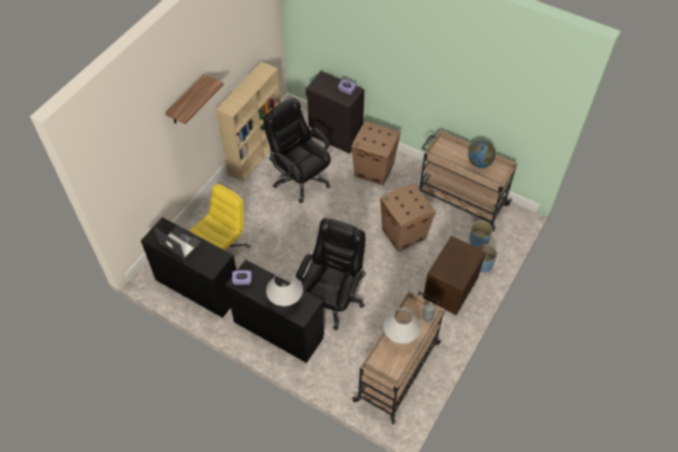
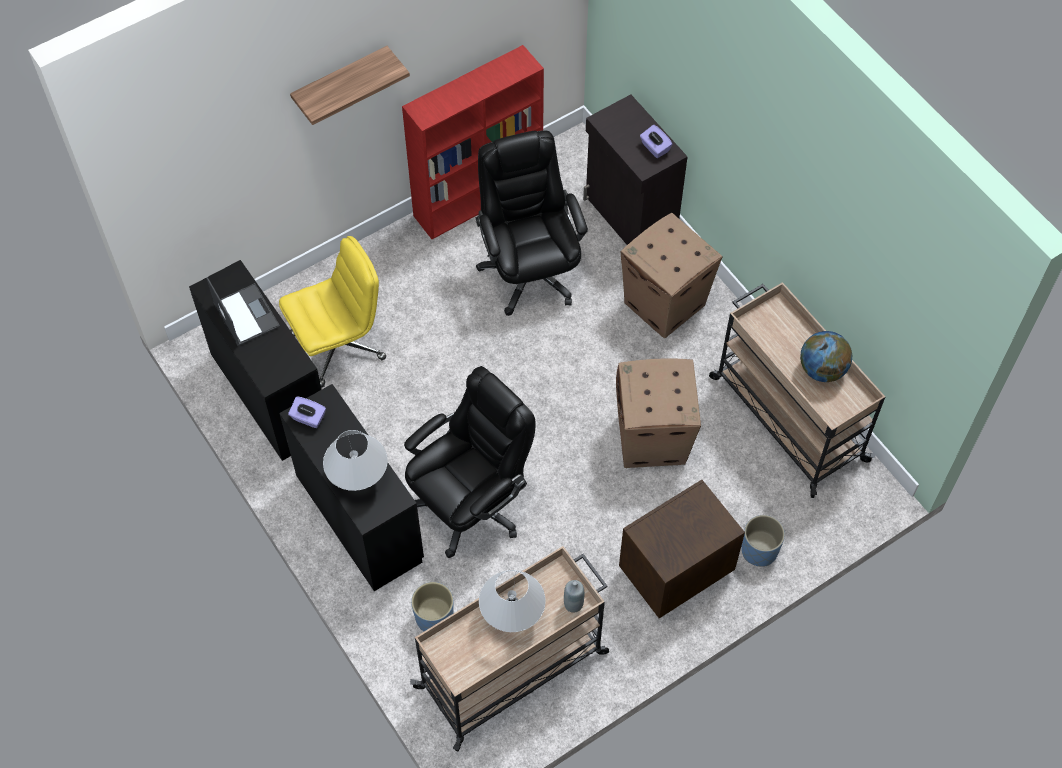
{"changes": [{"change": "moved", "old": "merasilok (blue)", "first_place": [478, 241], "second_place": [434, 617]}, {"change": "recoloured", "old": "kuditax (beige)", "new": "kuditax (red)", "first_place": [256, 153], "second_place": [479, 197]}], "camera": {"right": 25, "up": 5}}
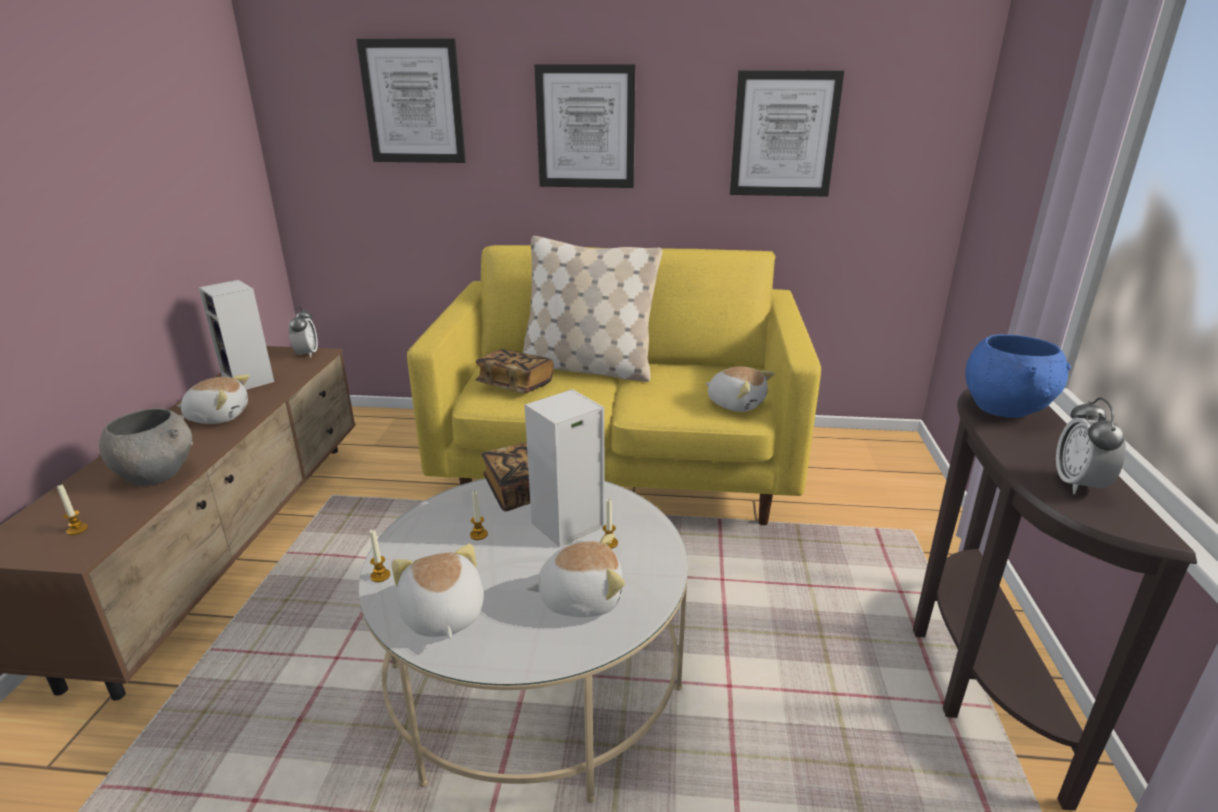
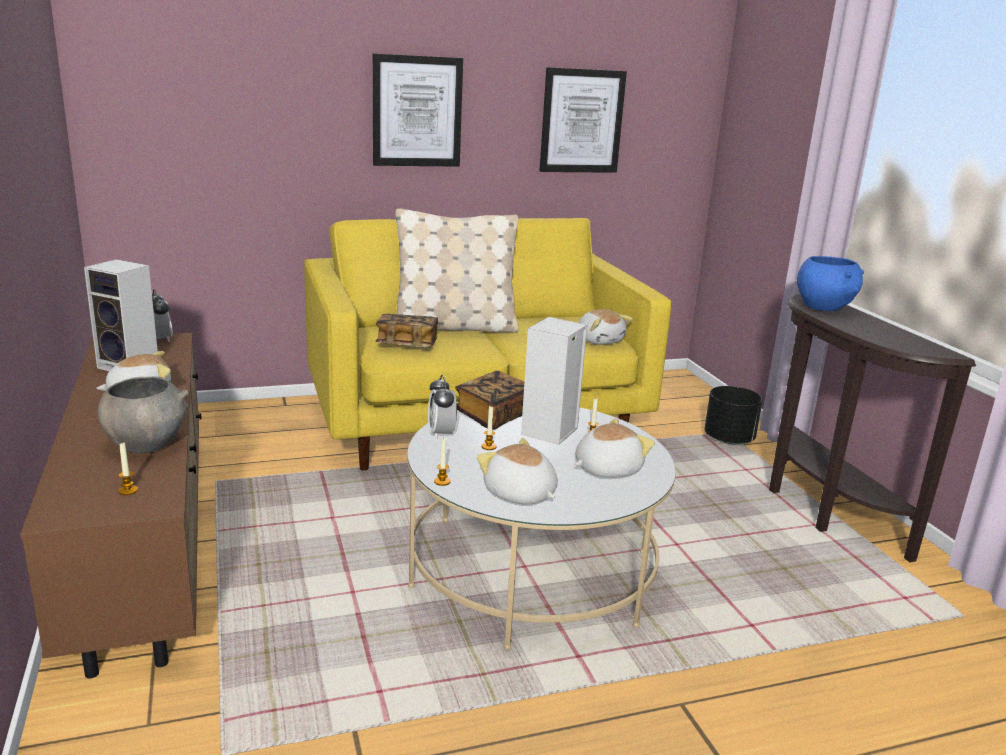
{"changes": [{"change": "removed", "old": "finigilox", "first_place": [413, 102]}, {"change": "added", "new": "merasilok (black)", "second_place": [729, 439]}, {"change": "moved", "old": "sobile", "first_place": [1078, 484], "second_place": [441, 434]}, {"change": "turned", "old": "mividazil", "first_place": [736, 403], "second_place": [599, 340], "degrees": 45}], "camera": {"right": -25, "up": -5}}
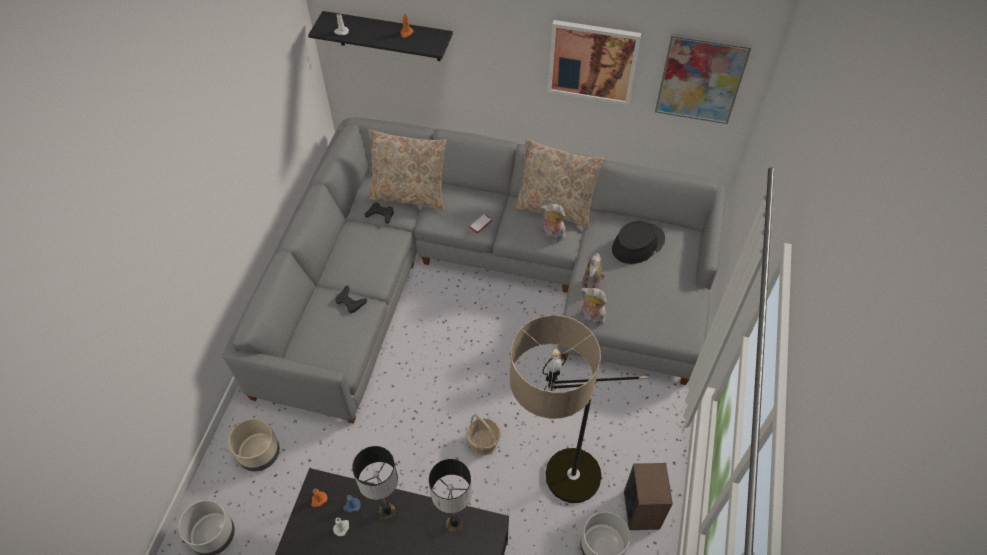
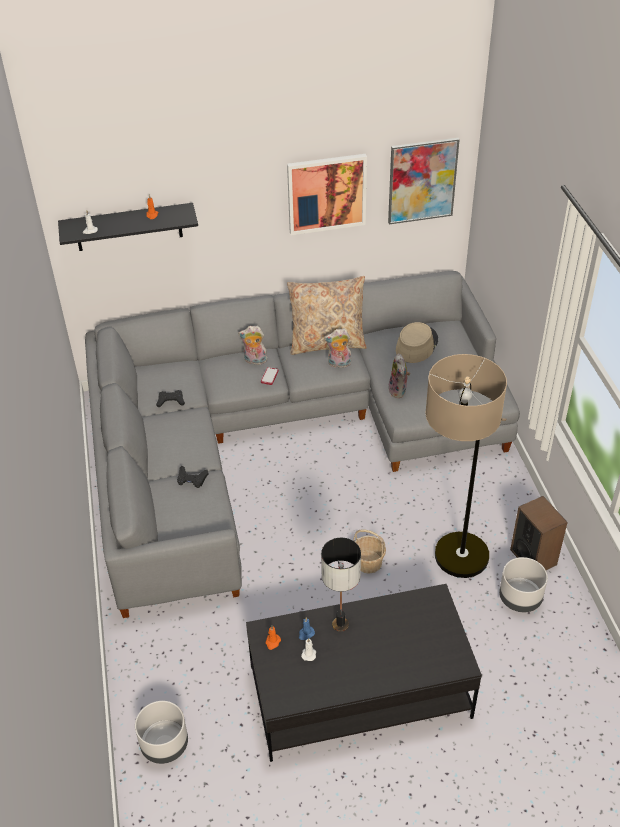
{"changes": [{"change": "removed", "old": "merasilok (beige)", "first_place": [259, 453]}, {"change": "removed", "old": "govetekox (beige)", "first_place": [409, 195]}, {"change": "removed", "old": "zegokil", "first_place": [455, 524]}, {"change": "moved", "old": "mividazil", "first_place": [591, 318], "second_place": [254, 361]}, {"change": "recoloured", "old": "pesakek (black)", "new": "pesakek (beige)", "first_place": [638, 244], "second_place": [416, 345]}], "camera": {"right": -25, "up": -10}}
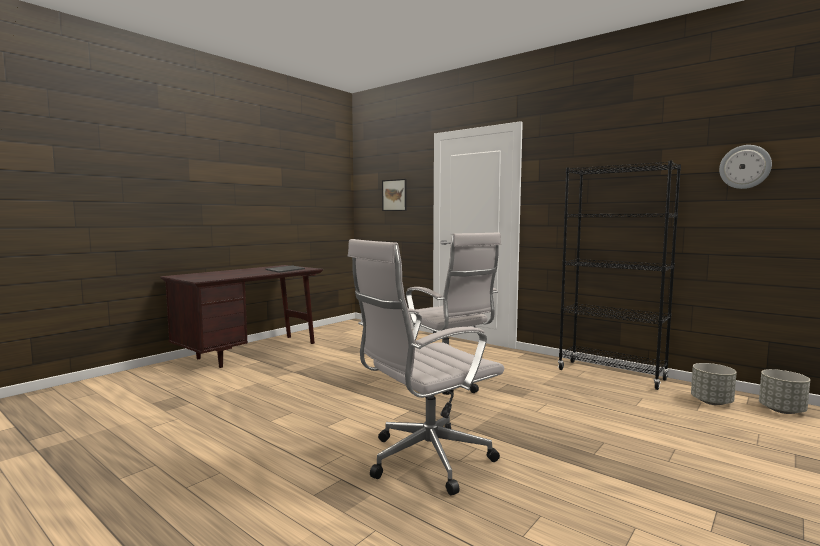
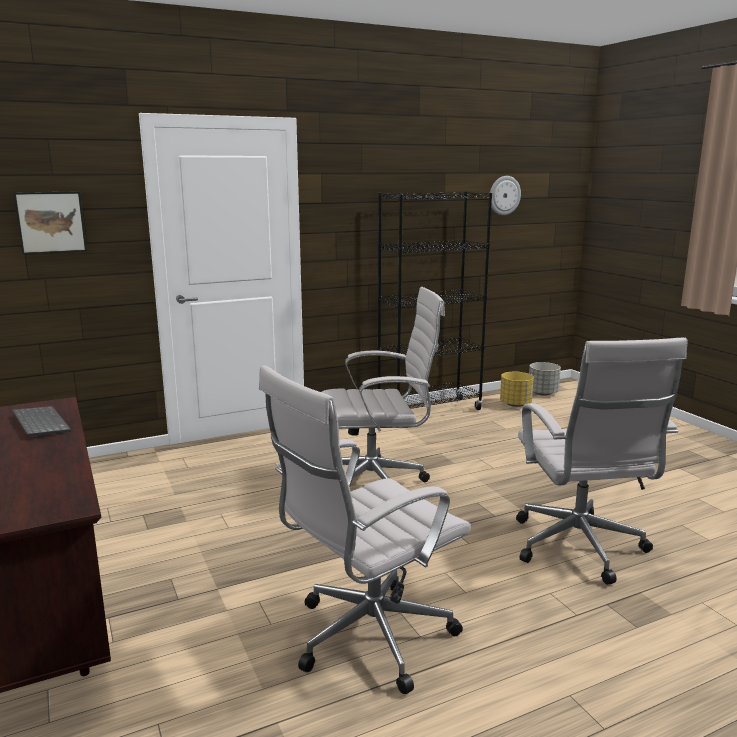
{"changes": [{"change": "added", "new": "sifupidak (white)", "second_place": [366, 638]}, {"change": "recoloured", "old": "merasilok (grey)", "new": "merasilok (yellow)", "first_place": [712, 402], "second_place": [515, 404]}], "camera": {"right": -65, "up": 10}}
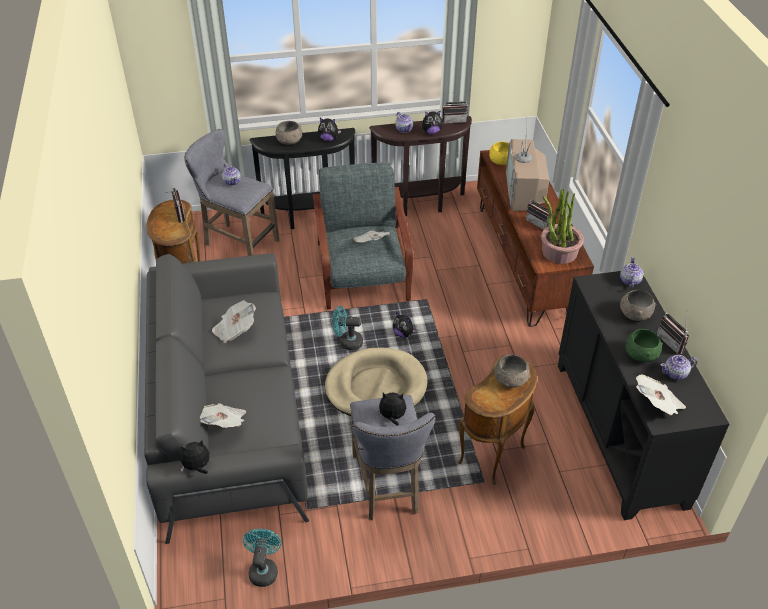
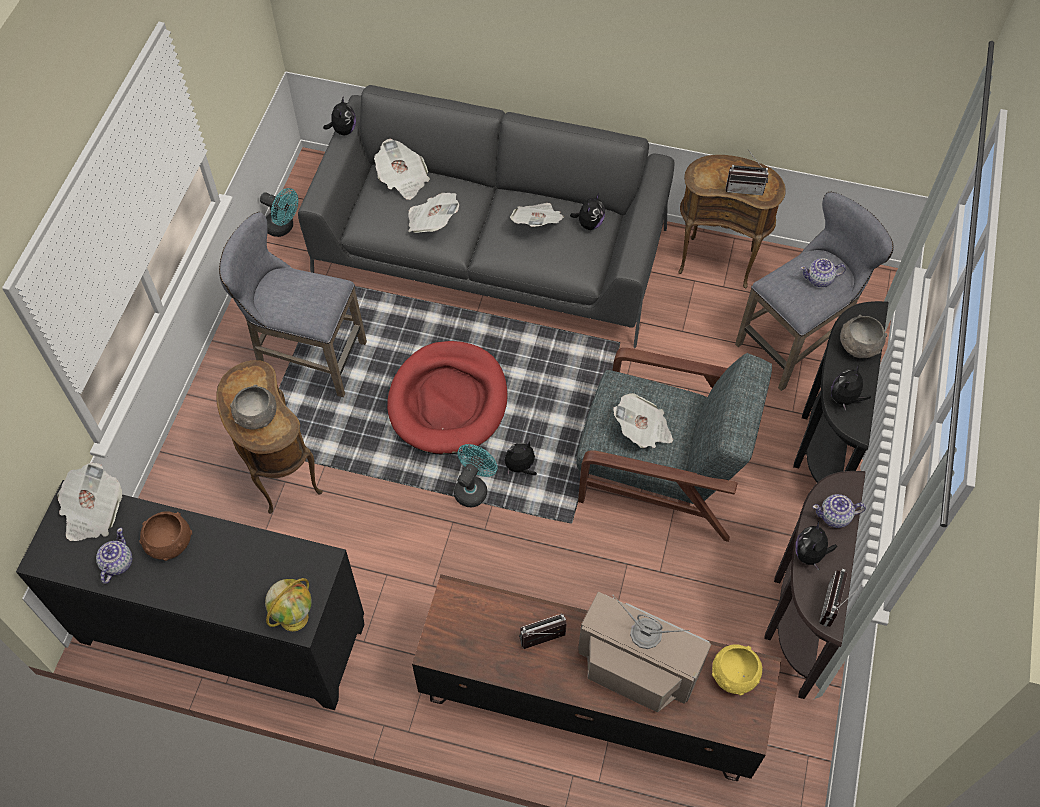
{"changes": [{"change": "removed", "old": "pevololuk", "first_place": [559, 252]}, {"change": "removed", "old": "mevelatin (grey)", "first_place": [634, 314]}, {"change": "removed", "old": "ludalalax", "first_place": [673, 342]}, {"change": "added", "new": "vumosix", "second_place": [432, 222]}, {"change": "moved", "old": "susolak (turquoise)", "first_place": [347, 342], "second_place": [473, 488]}, {"change": "moved", "old": "mividazil", "first_place": [392, 417], "second_place": [589, 224]}, {"change": "replaced", "old": "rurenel", "new": "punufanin", "first_place": [629, 281], "second_place": [294, 616]}, {"change": "recoloured", "old": "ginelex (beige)", "new": "ginelex (red)", "first_place": [376, 387], "second_place": [448, 401]}, {"change": "recoloured", "old": "mevelatin (green)", "new": "mevelatin (brown)", "first_place": [641, 355], "second_place": [169, 543]}], "camera": {"right": 115, "up": 15}}
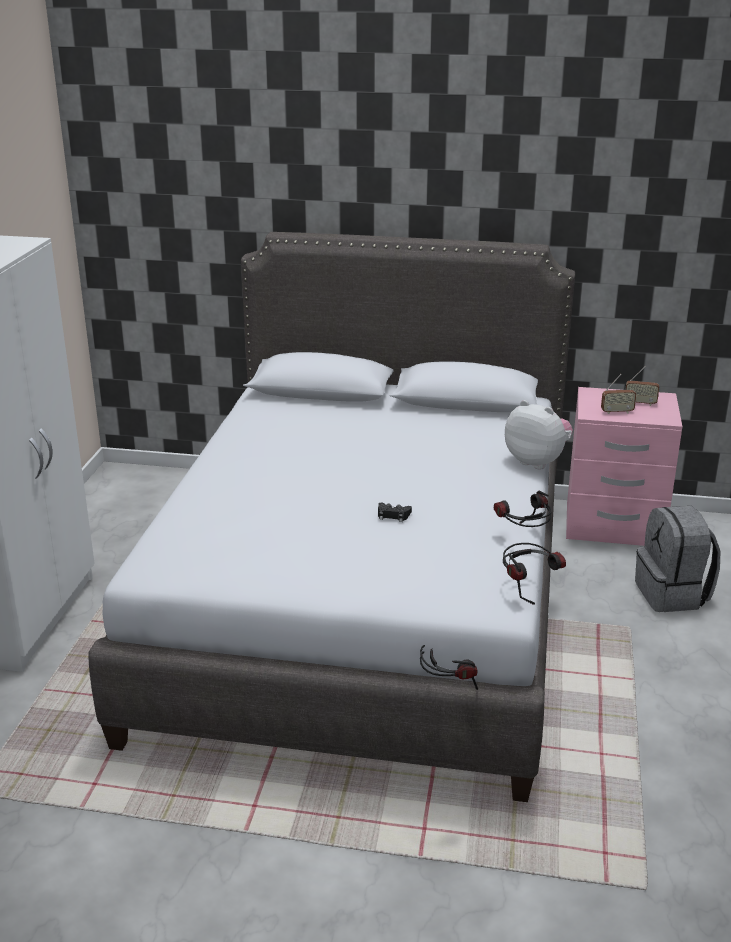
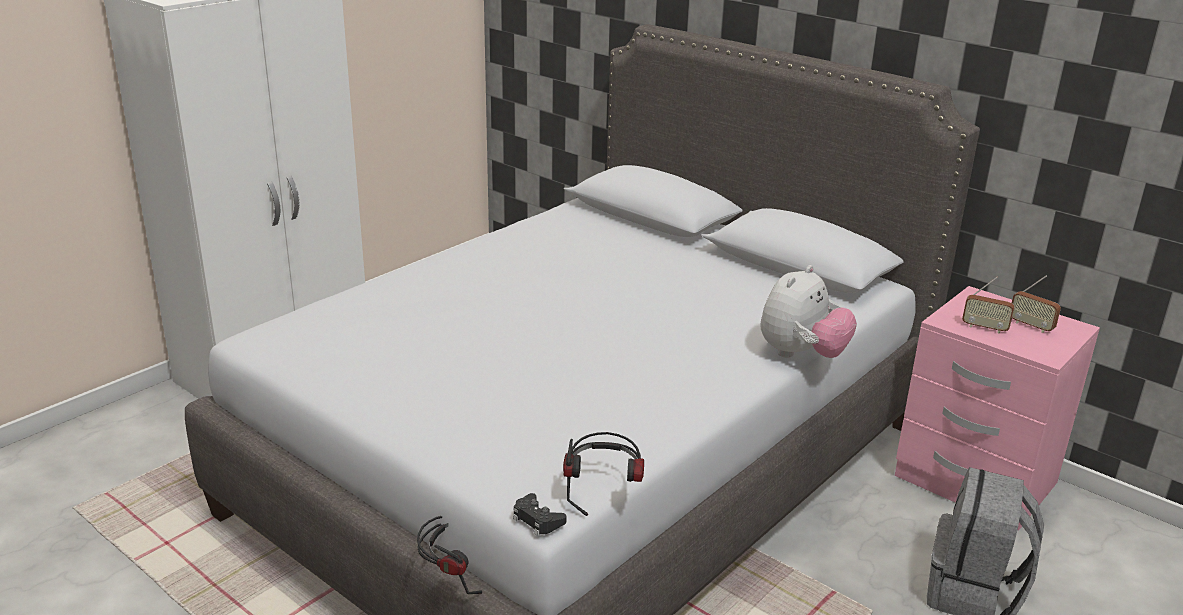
{"changes": [{"change": "removed", "old": "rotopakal", "first_place": [524, 536]}, {"change": "moved", "old": "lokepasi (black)", "first_place": [393, 515], "second_place": [537, 520]}, {"change": "turned", "old": "mividazil", "first_place": [537, 461], "second_place": [801, 354], "degrees": 60}], "camera": {"right": 30, "up": 0}}
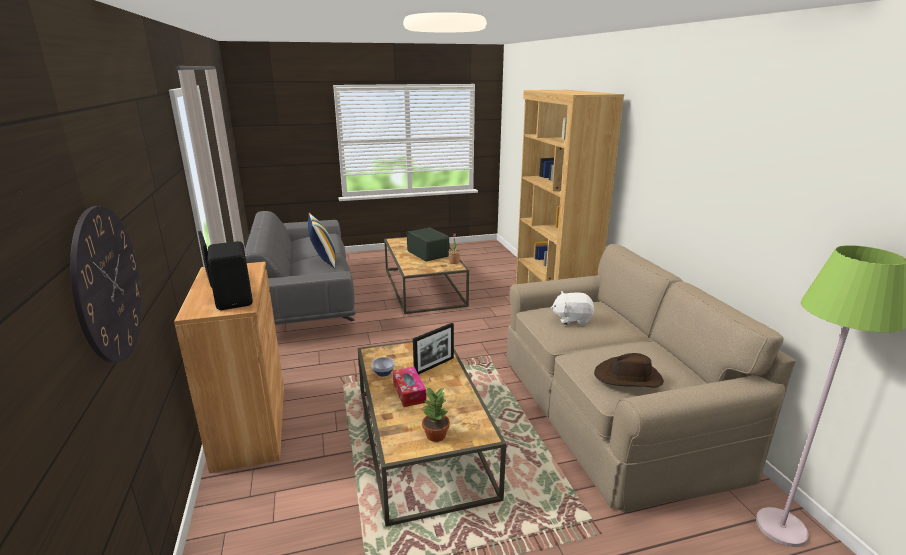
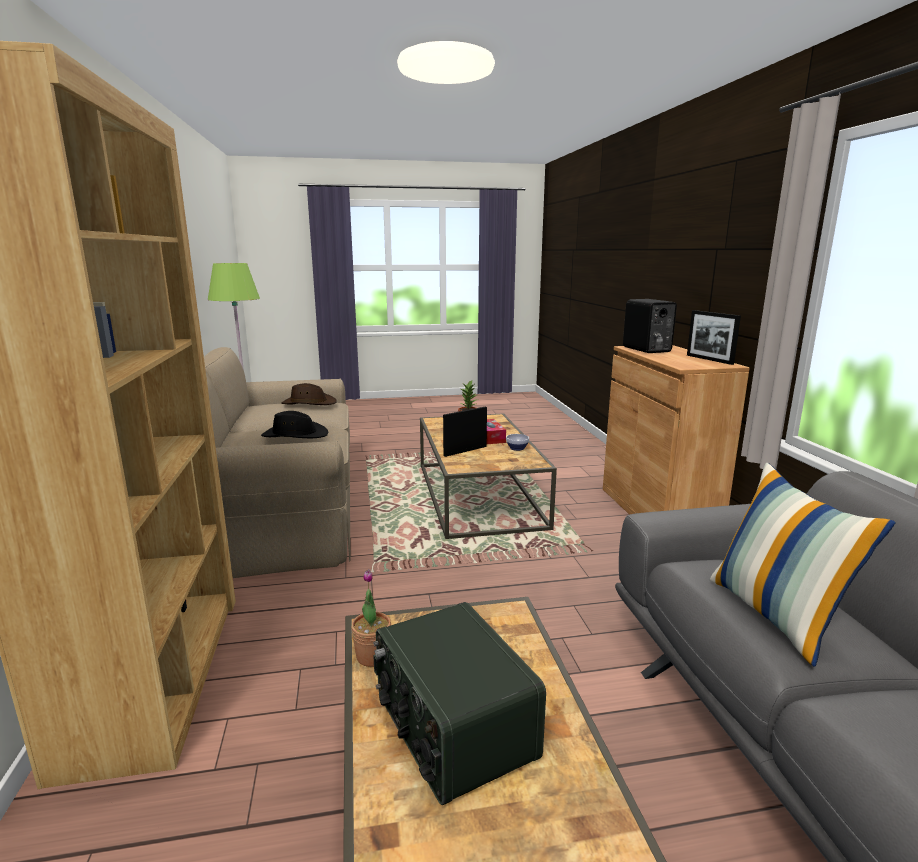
{"changes": [{"change": "removed", "old": "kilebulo", "first_place": [108, 284]}, {"change": "replaced", "old": "mividazil (white)", "new": "pesakek (black)", "first_place": [572, 319], "second_place": [295, 435]}], "camera": {"right": -175, "up": -5}}
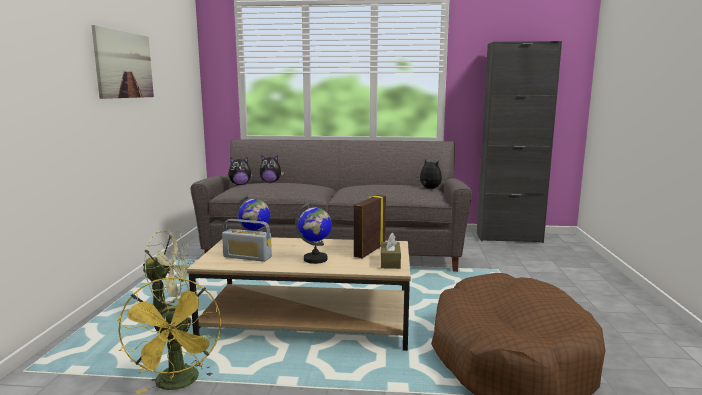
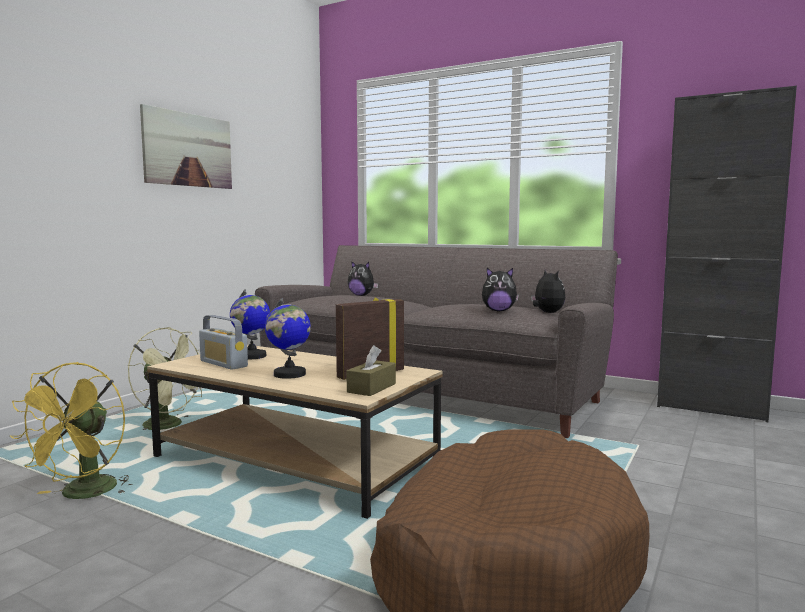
{"changes": [{"change": "moved", "old": "mividazil", "first_place": [240, 184], "second_place": [498, 311]}], "camera": {"right": 25, "up": -5}}
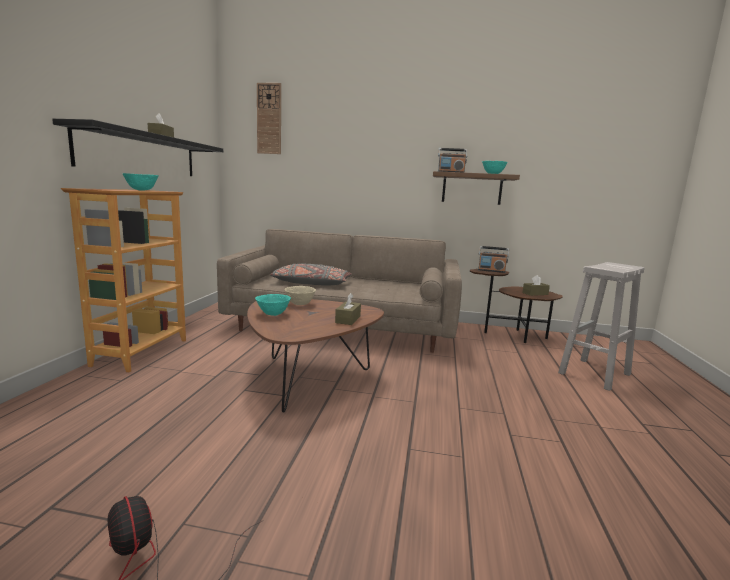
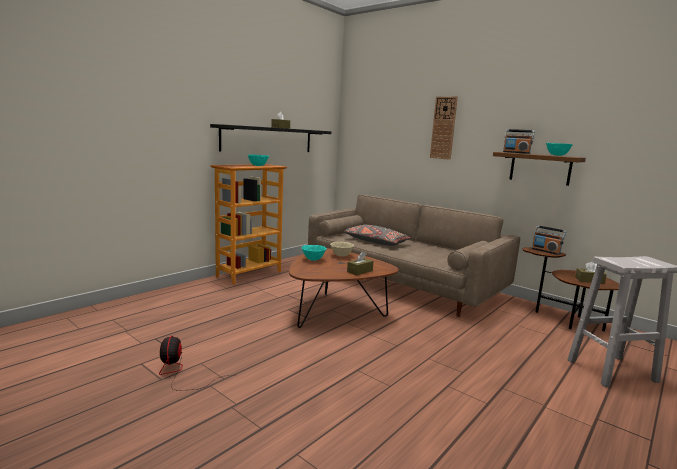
{"changes": [{"change": "moved", "old": "kilebulo", "first_place": [269, 119], "second_place": [443, 128]}], "camera": {"right": 30, "up": 0}}
